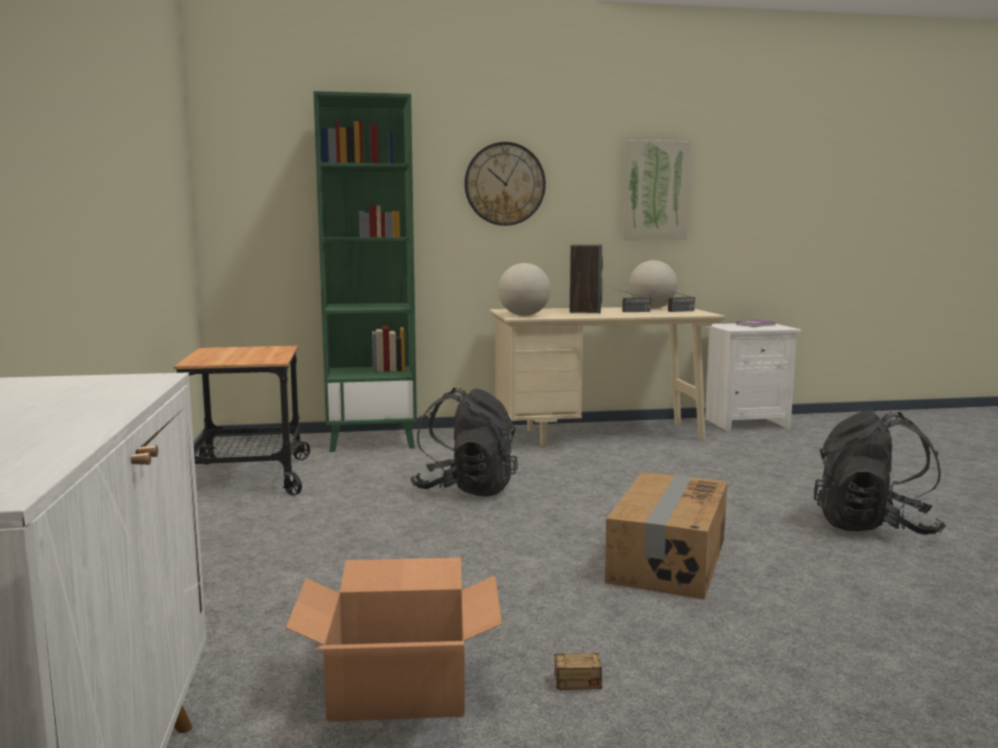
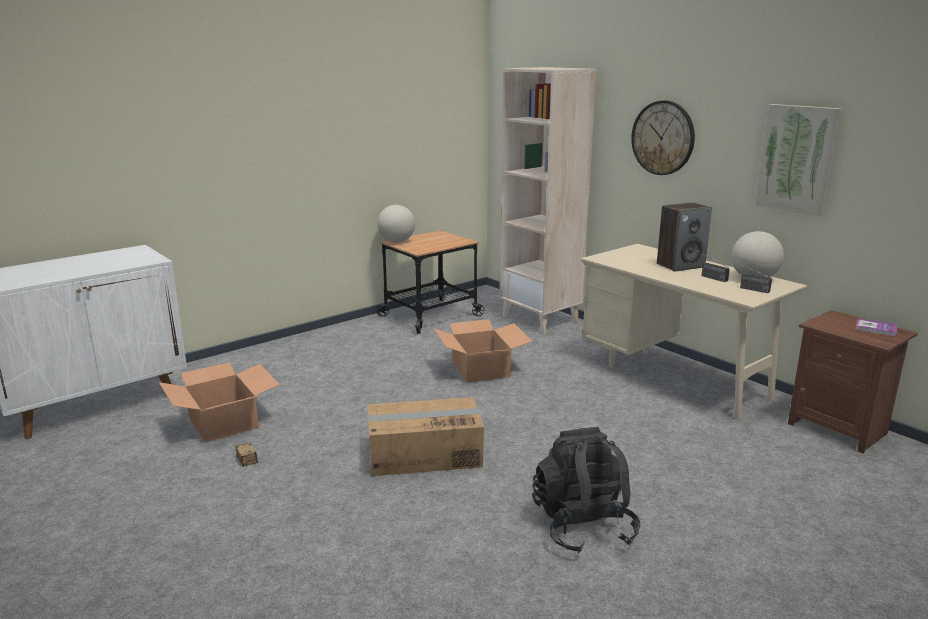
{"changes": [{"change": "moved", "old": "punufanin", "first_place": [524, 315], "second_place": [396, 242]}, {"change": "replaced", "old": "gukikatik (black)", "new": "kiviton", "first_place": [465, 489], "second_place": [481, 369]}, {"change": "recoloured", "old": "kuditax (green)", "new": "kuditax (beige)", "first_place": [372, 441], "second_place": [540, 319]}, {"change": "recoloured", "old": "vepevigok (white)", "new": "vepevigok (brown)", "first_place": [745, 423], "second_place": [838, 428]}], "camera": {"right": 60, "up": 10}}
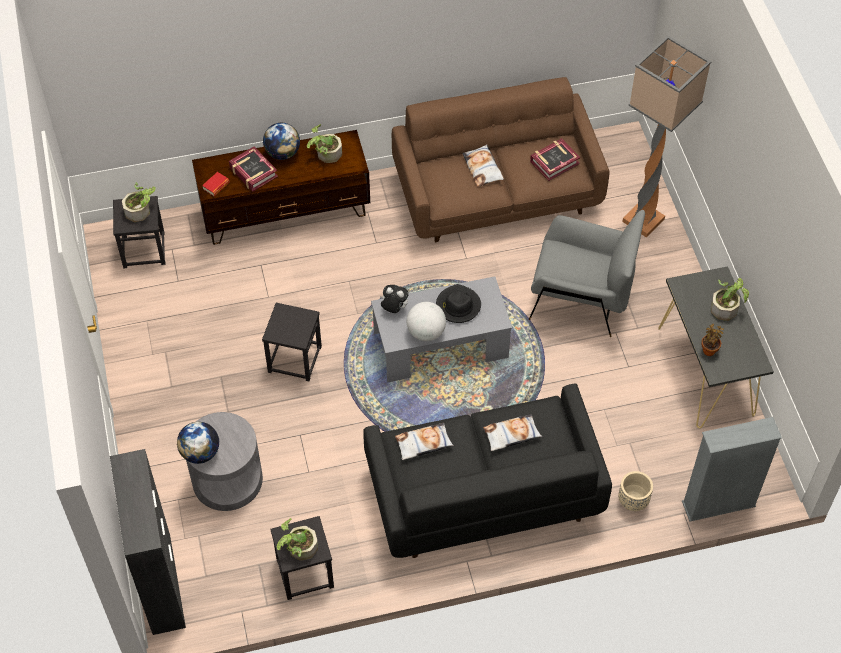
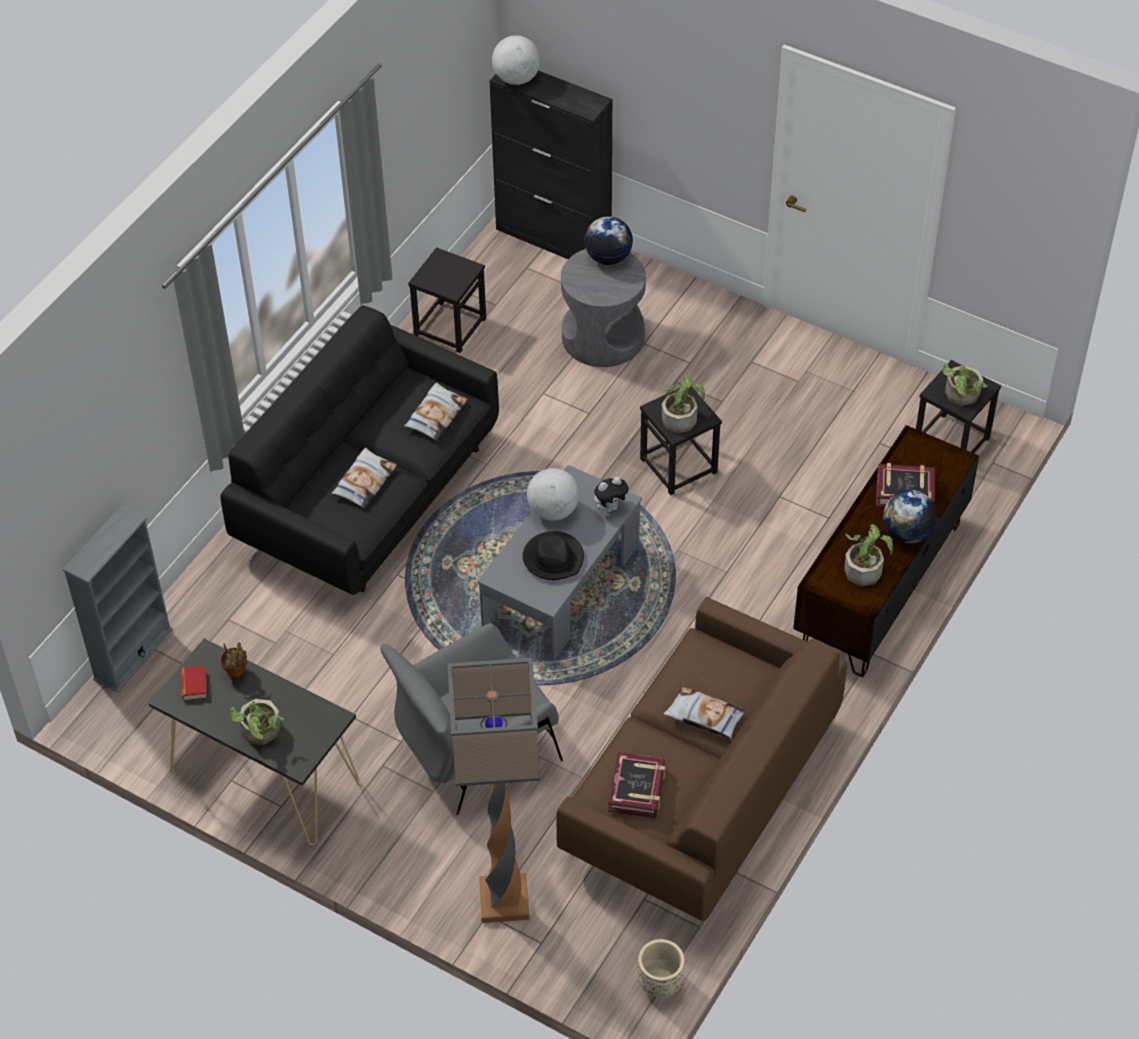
{"changes": [{"change": "added", "new": "punufanin", "second_place": [516, 78]}, {"change": "moved", "old": "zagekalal", "first_place": [216, 186], "second_place": [194, 685]}, {"change": "moved", "old": "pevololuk", "first_place": [298, 548], "second_place": [681, 416]}, {"change": "moved", "old": "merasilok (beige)", "first_place": [633, 501], "second_place": [660, 982]}], "camera": {"right": 135, "up": -5}}
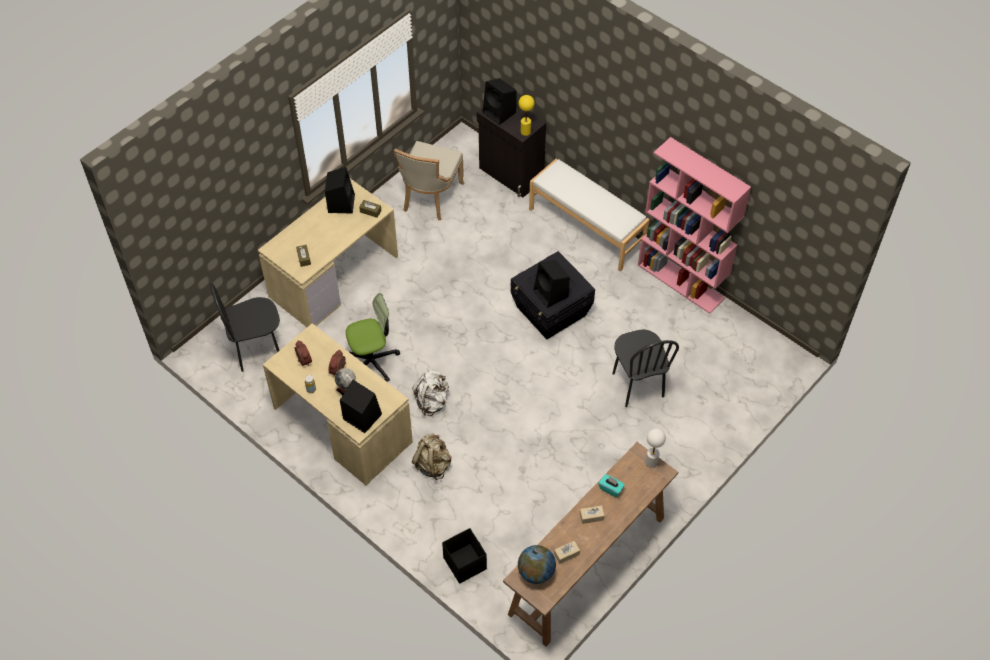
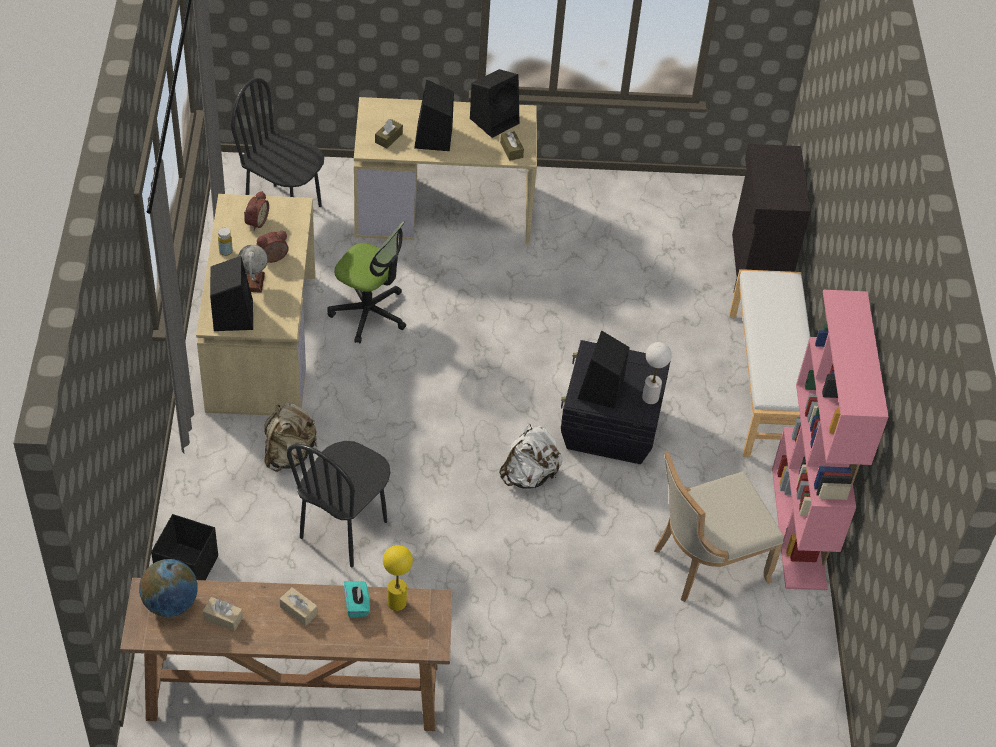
{"changes": [{"change": "moved", "old": "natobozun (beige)", "first_place": [430, 198], "second_place": [705, 563]}, {"change": "moved", "old": "gukikatik (white)", "first_place": [432, 402], "second_place": [529, 475]}, {"change": "moved", "old": "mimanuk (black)", "first_place": [500, 113], "second_place": [433, 138]}, {"change": "moved", "old": "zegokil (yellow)", "first_place": [525, 132], "second_place": [397, 603]}, {"change": "moved", "old": "natobozun (black)", "first_place": [637, 385], "second_place": [344, 530]}, {"change": "moved", "old": "zegokil (white)", "first_place": [651, 462], "second_place": [650, 397]}], "camera": {"right": 45, "up": -5}}
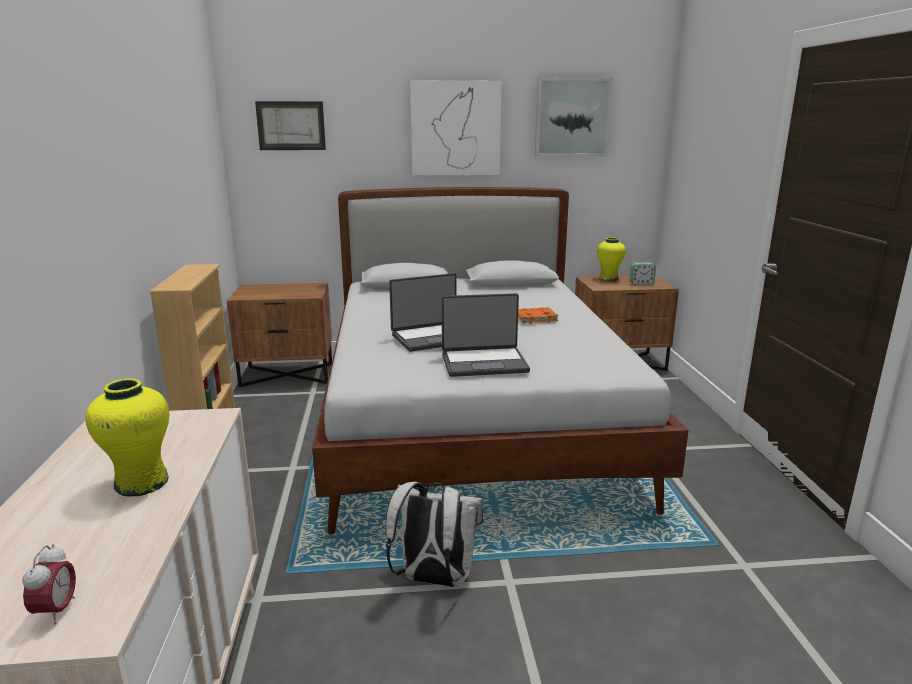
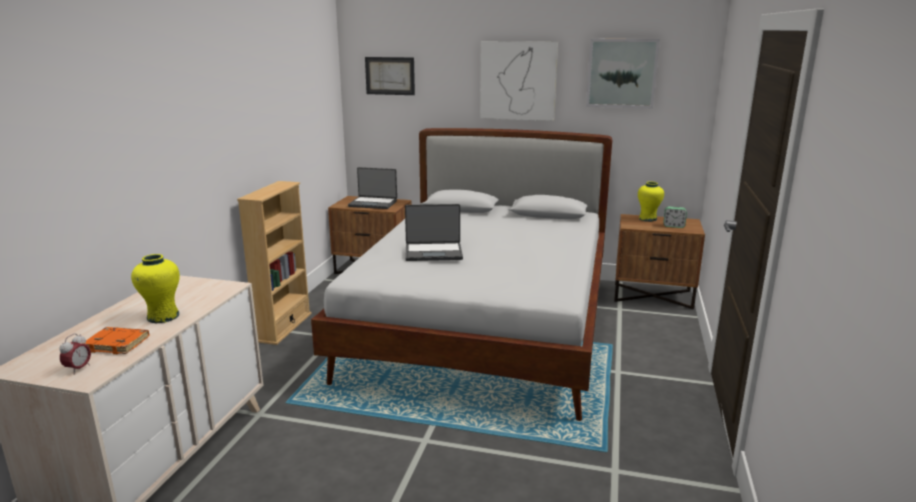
{"changes": [{"change": "removed", "old": "gukikatik (white)", "first_place": [434, 579]}, {"change": "moved", "old": "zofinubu", "first_place": [484, 363], "second_place": [373, 203]}, {"change": "moved", "old": "zagekalal (orange)", "first_place": [535, 318], "second_place": [118, 344]}], "camera": {"right": 20, "up": 0}}
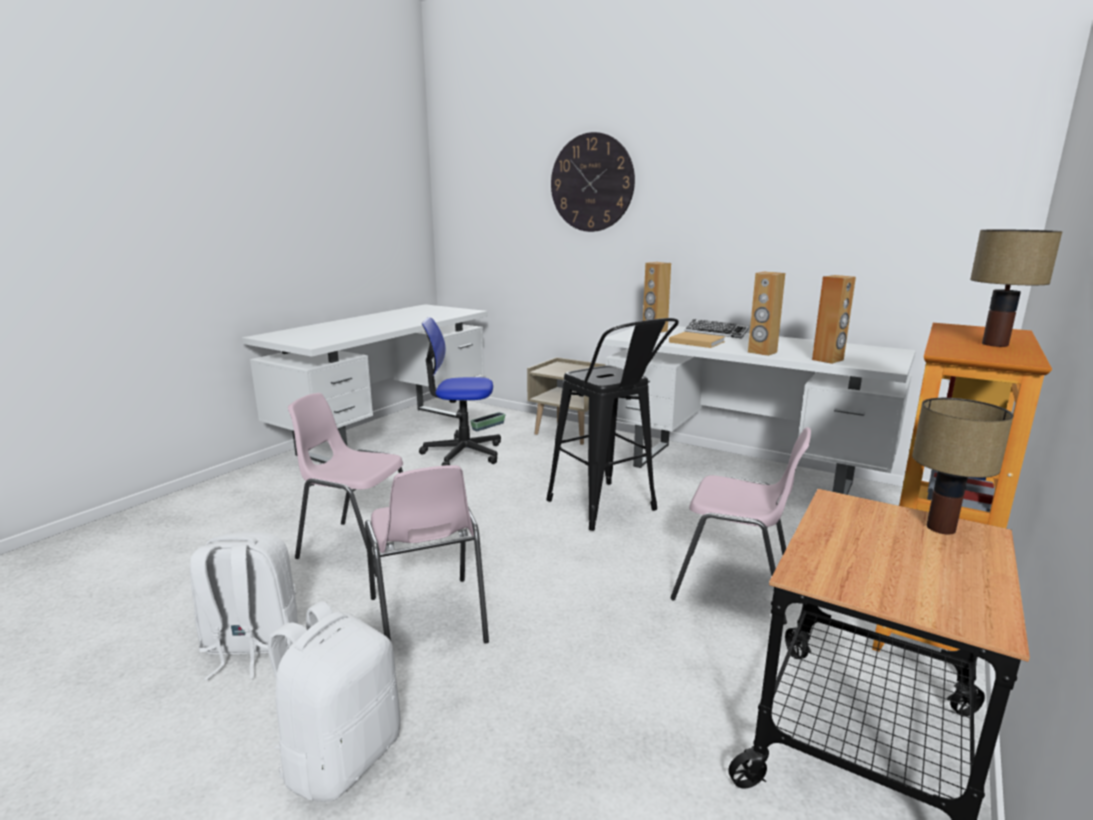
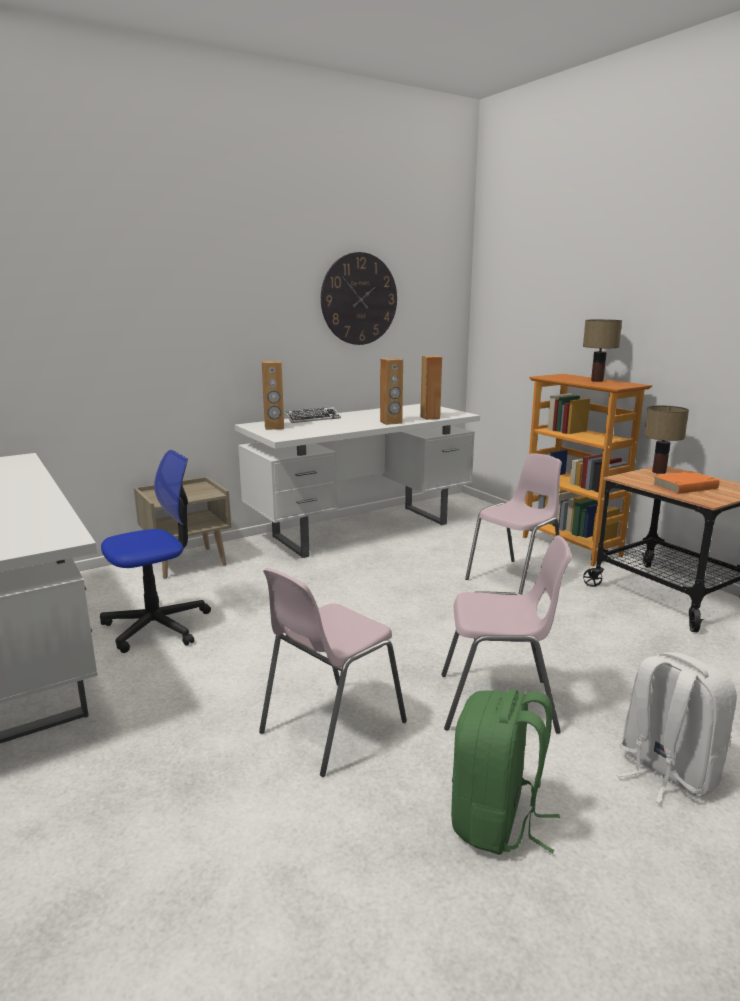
{"changes": [{"change": "removed", "old": "merasilok", "first_place": [488, 426]}, {"change": "removed", "old": "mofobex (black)", "first_place": [607, 510]}, {"change": "removed", "old": "zagekalal (beige)", "first_place": [695, 341]}, {"change": "added", "new": "zagekalal (orange)", "second_place": [685, 487]}, {"change": "moved", "old": "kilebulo", "first_place": [592, 183], "second_place": [359, 299]}, {"change": "recoloured", "old": "gukikatik (white)", "new": "gukikatik (green)", "first_place": [250, 647], "second_place": [497, 821]}, {"change": "turned", "old": "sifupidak", "first_place": [462, 453], "second_place": [157, 626], "degrees": -150}], "camera": {"right": -65, "up": 0}}
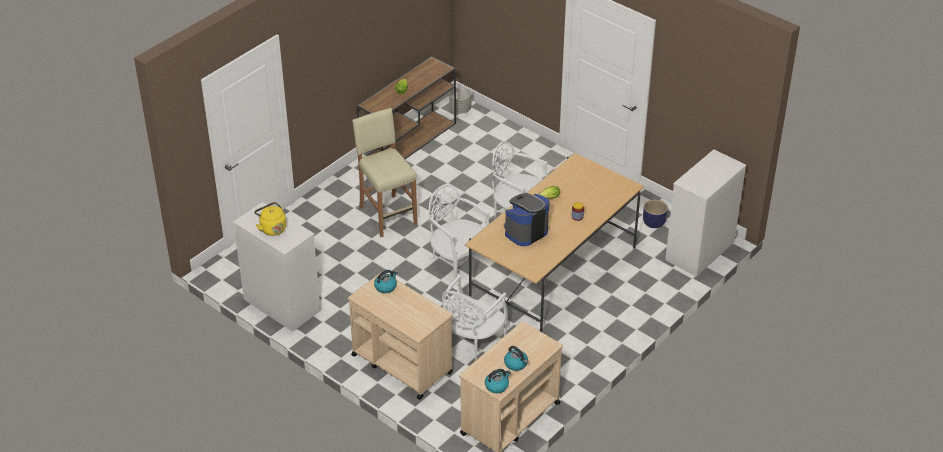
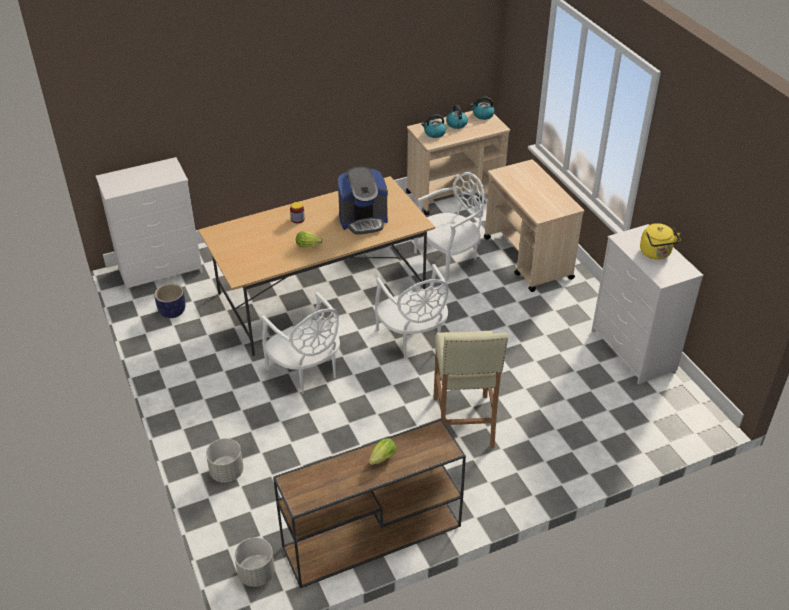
{"changes": [{"change": "added", "new": "merasilok (grey)", "second_place": [227, 472]}, {"change": "moved", "old": "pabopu", "first_place": [386, 286], "second_place": [434, 133]}], "camera": {"right": -155, "up": 0}}
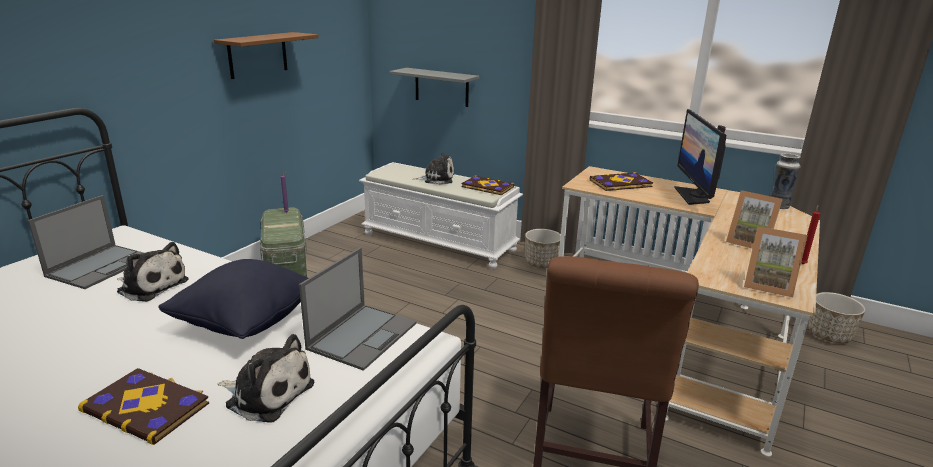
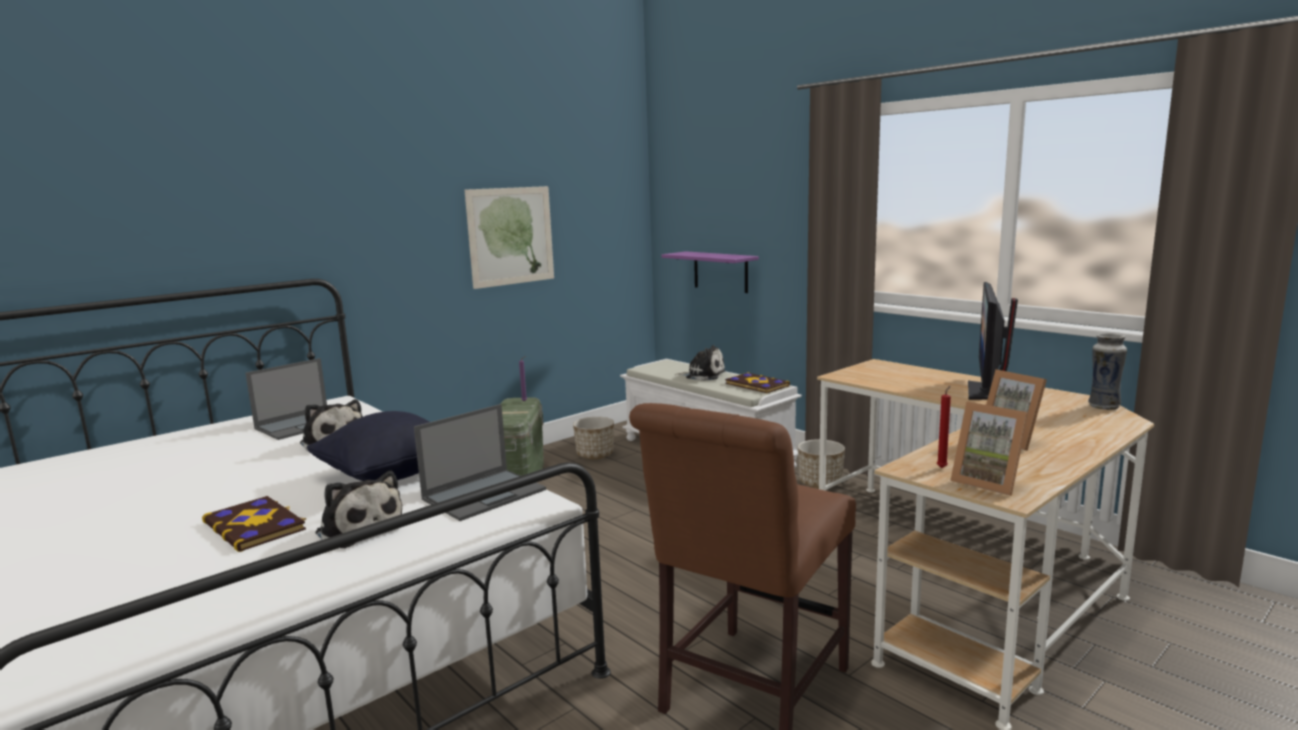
{"changes": [{"change": "removed", "old": "zagekalal", "first_place": [621, 184]}, {"change": "moved", "old": "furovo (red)", "first_place": [802, 263], "second_place": [942, 467]}, {"change": "moved", "old": "merasilok", "first_place": [829, 335], "second_place": [595, 455]}, {"change": "replaced", "old": "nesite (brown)", "new": "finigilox", "first_place": [258, 55], "second_place": [511, 236]}, {"change": "recoloured", "old": "nesite (grey)", "new": "nesite (purple)", "first_place": [441, 87], "second_place": [720, 271]}], "camera": {"right": 20, "up": -10}}
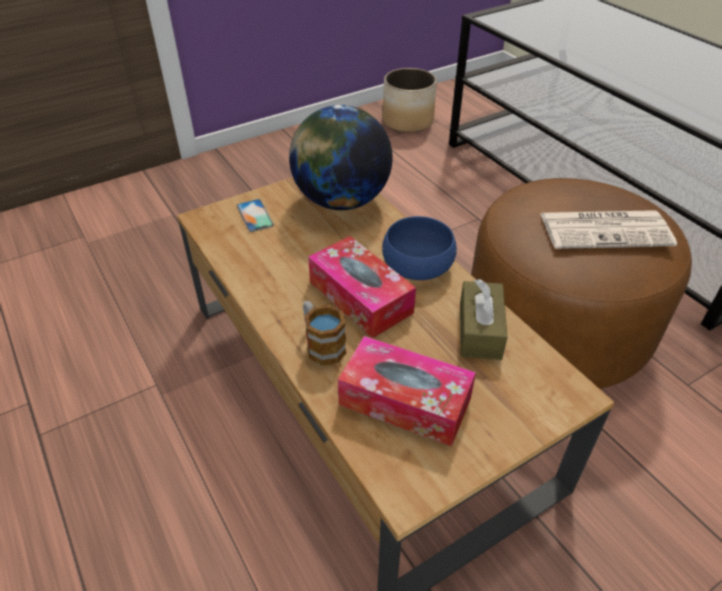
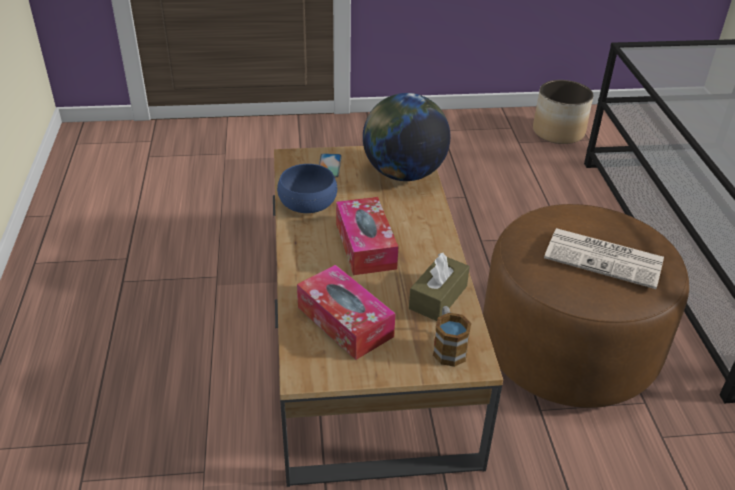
{"changes": [{"change": "moved", "old": "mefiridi", "first_place": [321, 344], "second_place": [448, 347]}, {"change": "moved", "old": "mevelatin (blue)", "first_place": [417, 264], "second_place": [307, 202]}], "camera": {"right": 25, "up": -5}}
